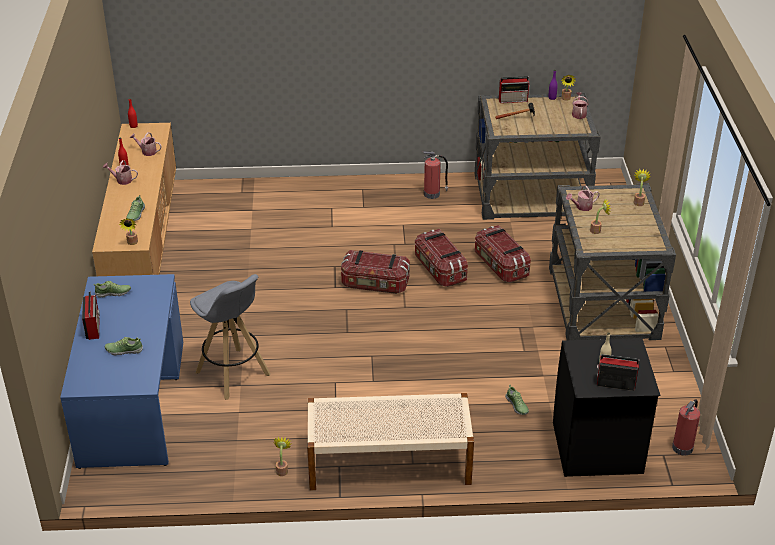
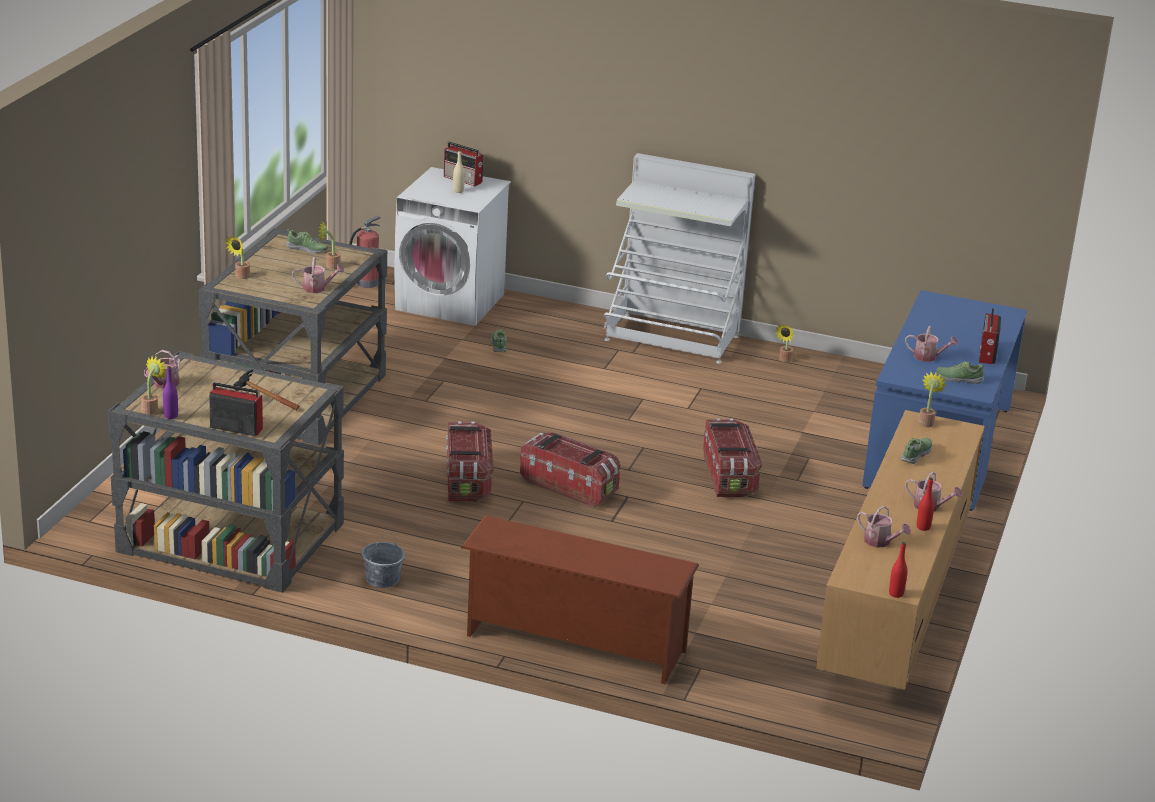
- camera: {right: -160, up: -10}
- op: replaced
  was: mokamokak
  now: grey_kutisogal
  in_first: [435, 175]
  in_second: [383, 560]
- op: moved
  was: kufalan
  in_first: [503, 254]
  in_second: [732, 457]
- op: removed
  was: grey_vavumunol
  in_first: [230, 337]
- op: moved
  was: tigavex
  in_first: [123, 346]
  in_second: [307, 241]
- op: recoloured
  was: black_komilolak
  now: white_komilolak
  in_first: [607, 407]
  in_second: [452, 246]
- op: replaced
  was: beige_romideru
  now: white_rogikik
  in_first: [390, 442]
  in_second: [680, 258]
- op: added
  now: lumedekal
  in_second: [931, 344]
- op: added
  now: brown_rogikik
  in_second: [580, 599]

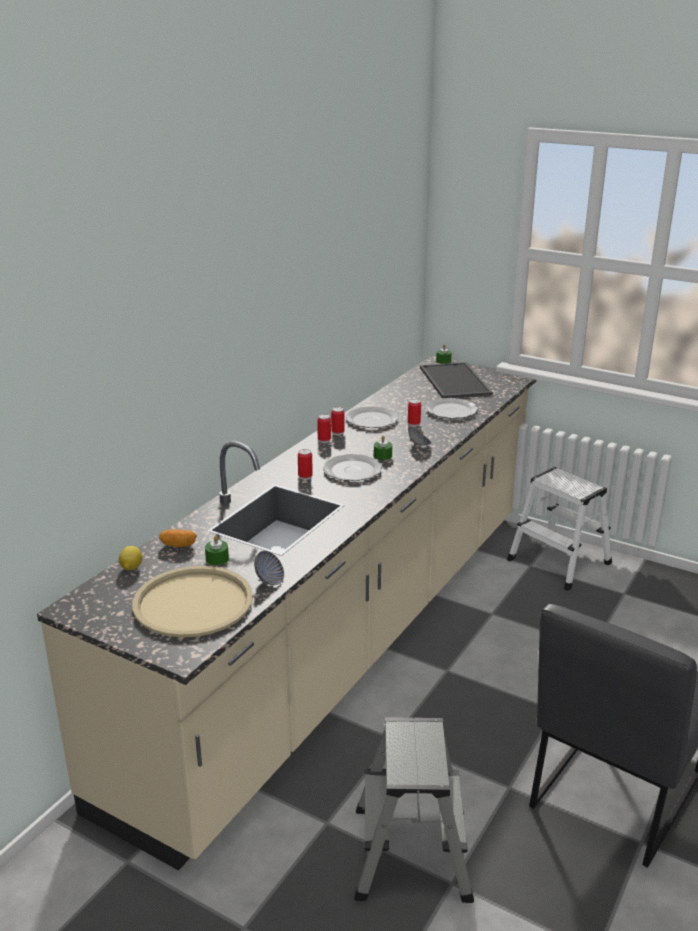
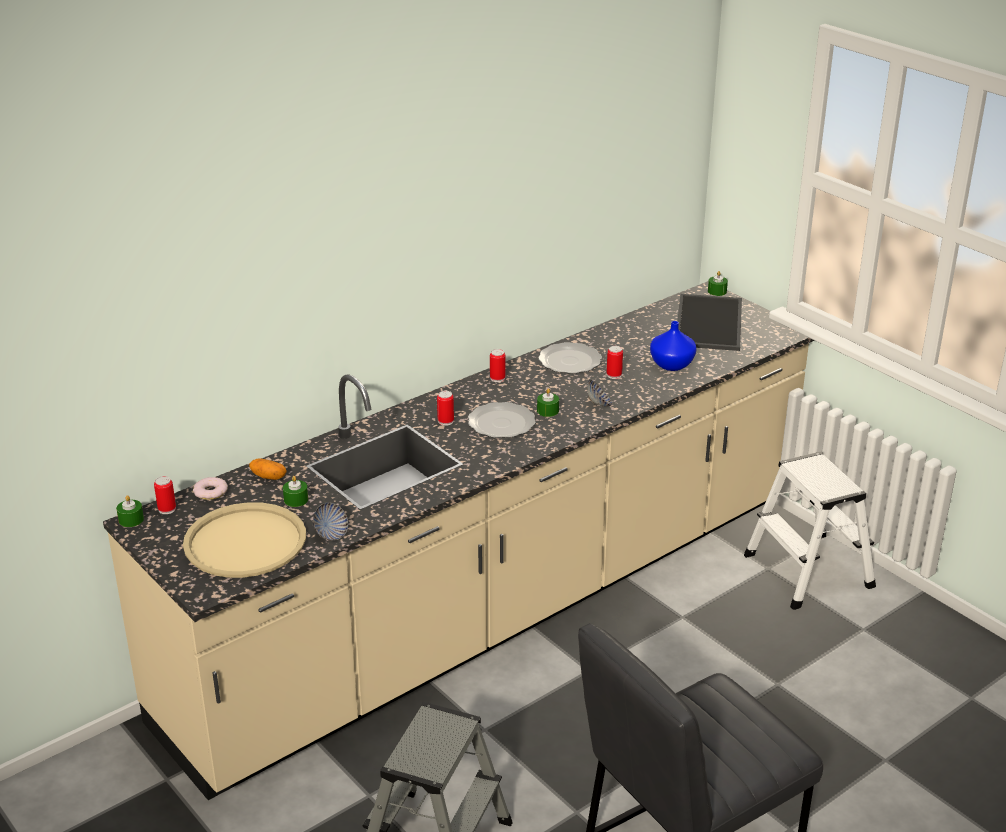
- camera: {right: 20, up: 5}
- op: replaced
  was: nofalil
  now: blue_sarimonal
  in_first: [452, 408]
  in_second: [673, 346]
- op: moved
  was: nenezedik
  in_first: [338, 421]
  in_second: [165, 495]
- op: replaced
  was: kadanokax
  now: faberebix
  in_first: [130, 558]
  in_second: [210, 488]
- op: added
  now: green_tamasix
  in_second: [130, 511]

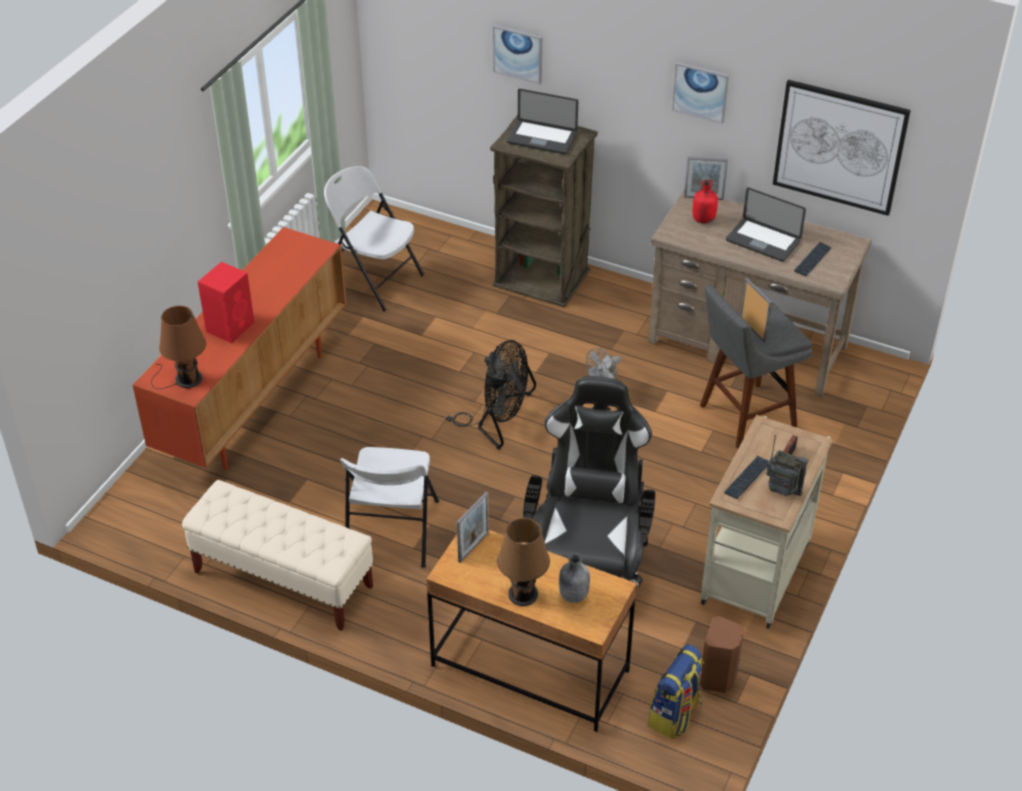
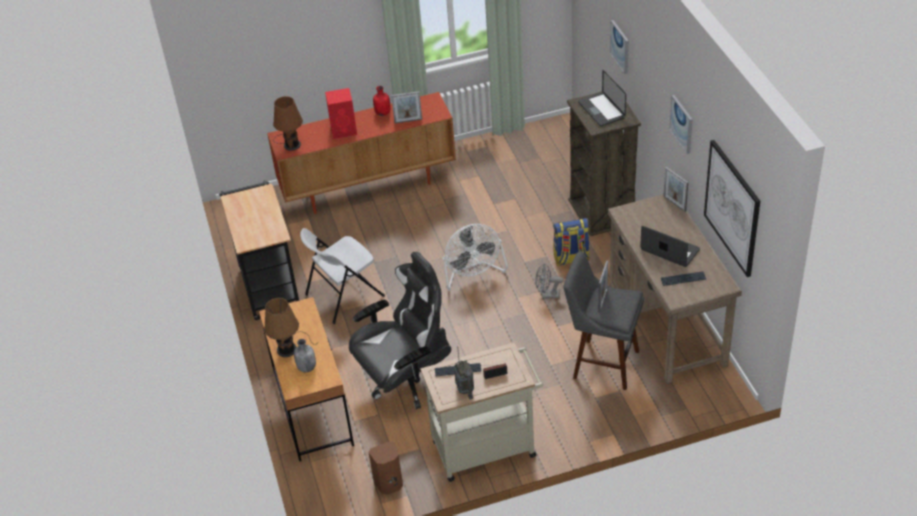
- camera: {right: 50, up: 0}
- op: removed
  was: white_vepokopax
  in_first: [374, 238]
- op: moved
  was: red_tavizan
  in_first: [705, 202]
  in_second: [382, 101]
- op: turned
  was: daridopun
  in_first: [766, 224]
  in_second: [670, 246]
  clockwise: 135
- op: recoloured
  was: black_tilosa
  now: white_tilosa
  in_first: [491, 395]
  in_second: [475, 257]
- op: replaced
  was: beige_romideru
  now: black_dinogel
  in_first: [278, 555]
  in_second: [259, 250]
- op: moved
  was: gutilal
  in_first: [473, 527]
  in_second: [406, 107]
- op: moved
  was: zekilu
  in_first: [676, 691]
  in_second: [571, 242]

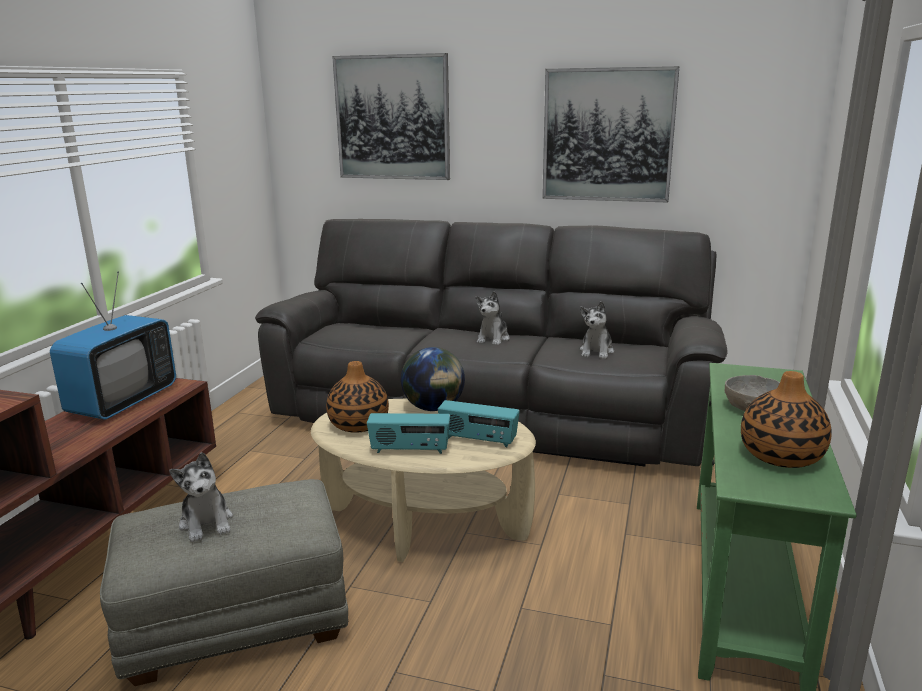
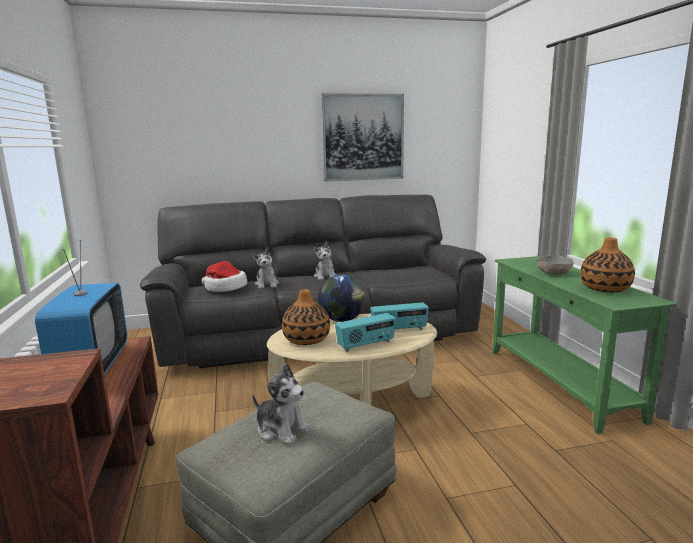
- camera: {right: -30, up: -5}
- op: removed
  was: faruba
  in_first: [391, 116]
- op: moved
  was: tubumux
  in_first: [596, 330]
  in_second: [265, 268]
- op: added
  now: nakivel
  in_second: [224, 276]

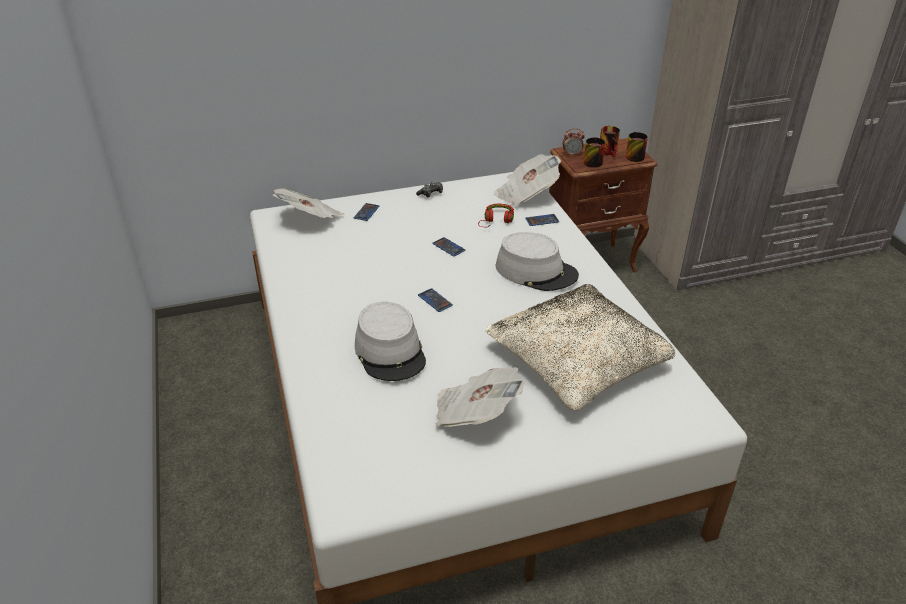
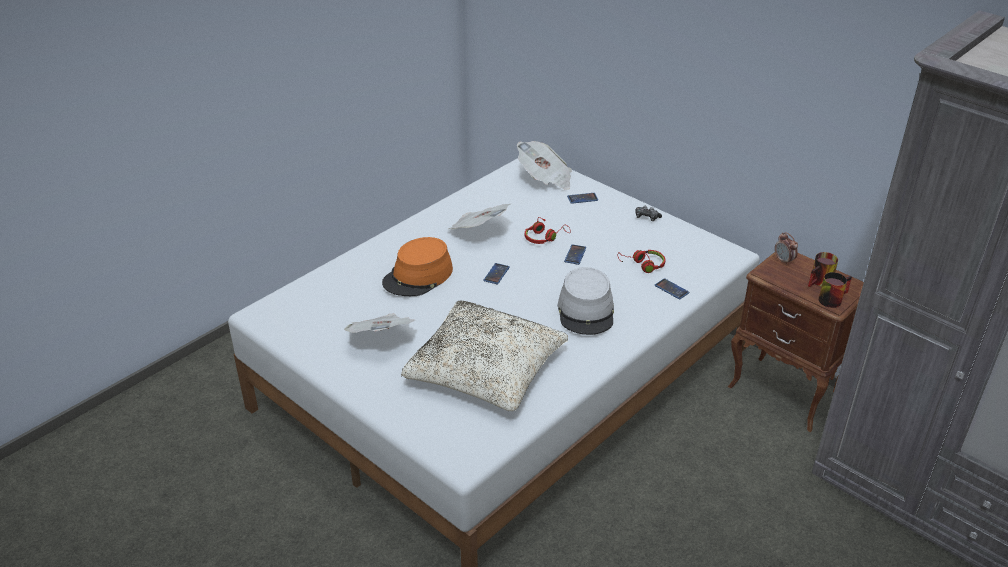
- camera: {right: 60, up: 0}
- op: removed
  was: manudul
  in_first: [594, 152]
- op: moved
  was: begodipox
  in_first: [527, 179]
  in_second: [479, 217]
- op: recoloured
  was: grey_nakivel
  now: orange_nakivel
  in_first: [390, 341]
  in_second: [417, 266]
- op: added
  now: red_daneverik
  in_second: [548, 230]

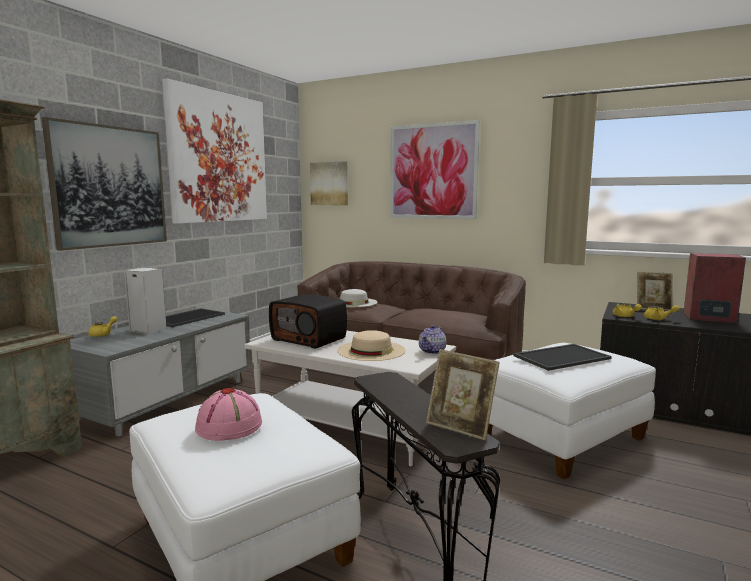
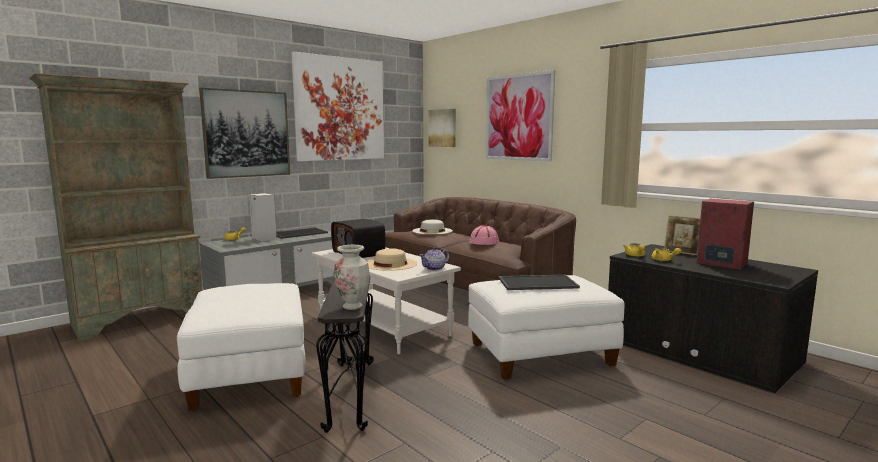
- camera: {right: 20, up: 0}
- op: replaced
  was: gutilal
  now: sarimonal
  in_first: [463, 394]
  in_second: [351, 277]
- op: moved
  was: pink_nakivel
  in_first: [228, 414]
  in_second: [484, 235]

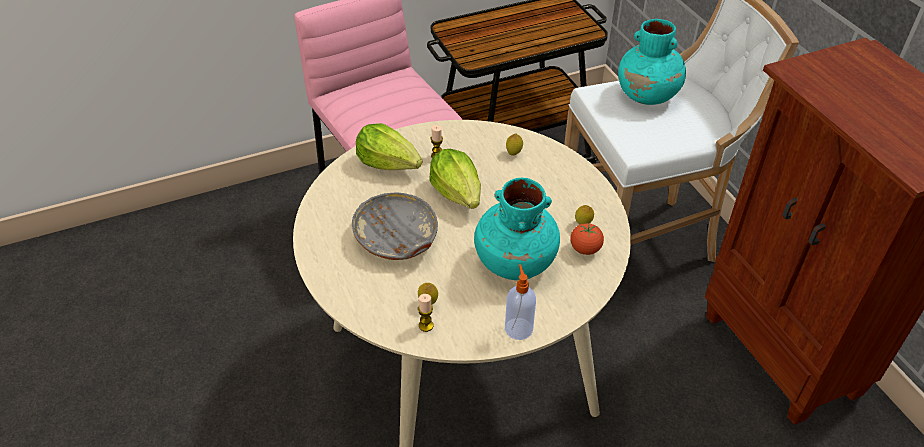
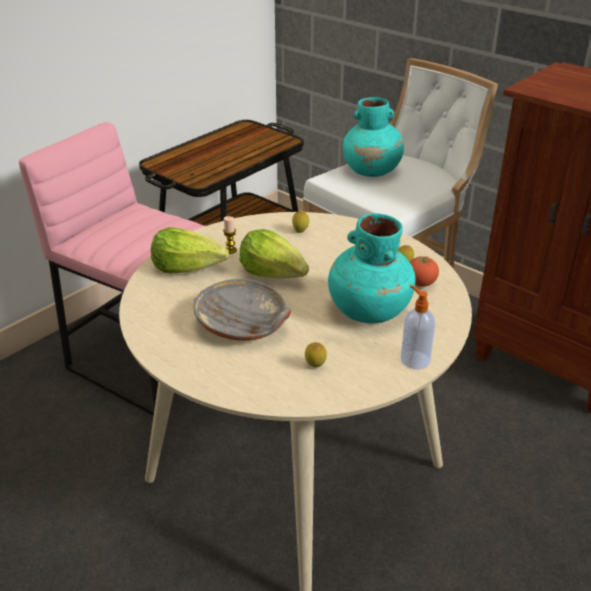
- camera: {right: -25, up: -10}
- op: removed
  was: tamasix
  in_first: [425, 313]

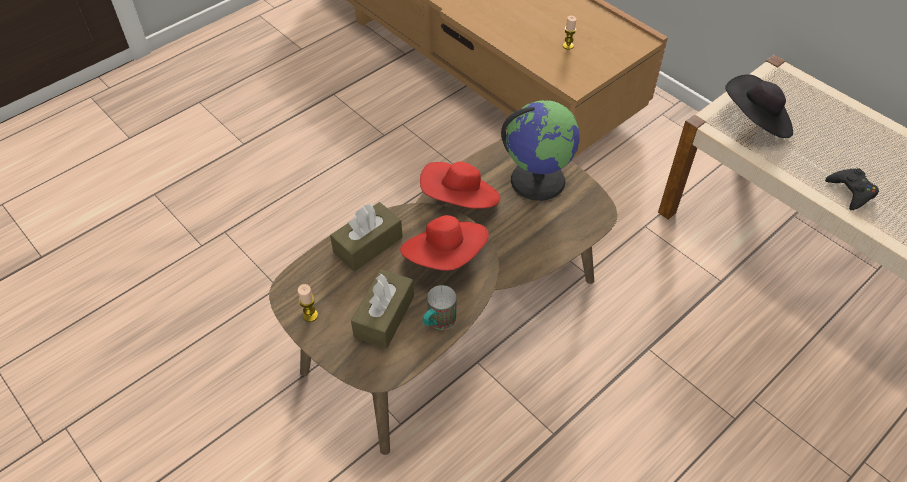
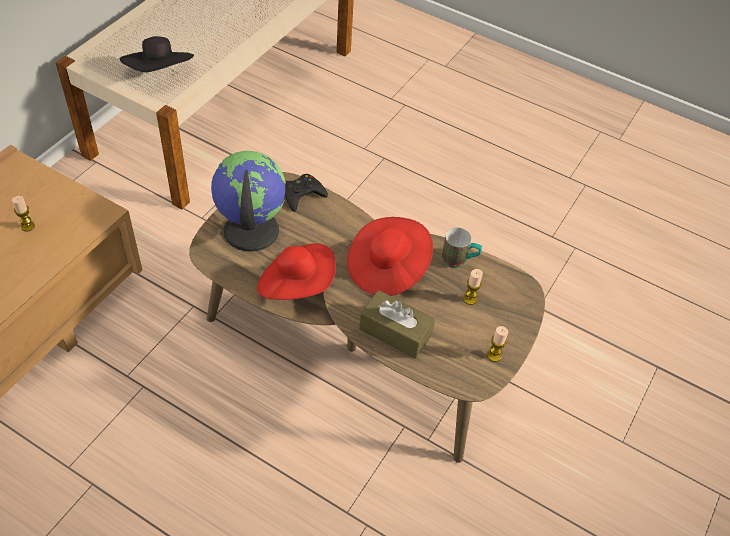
- camera: {right: -110, up: 0}
- op: moved
  was: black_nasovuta
  in_first: [852, 189]
  in_second: [306, 193]
- op: replaced
  was: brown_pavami
  now: tamasix
  in_first: [382, 309]
  in_second: [473, 287]

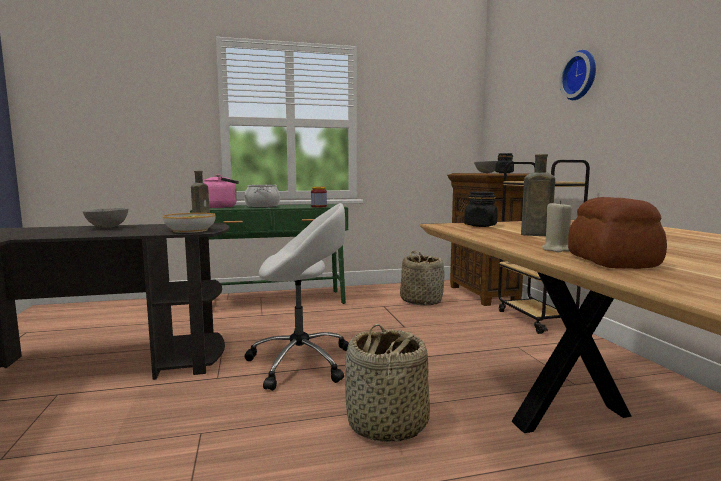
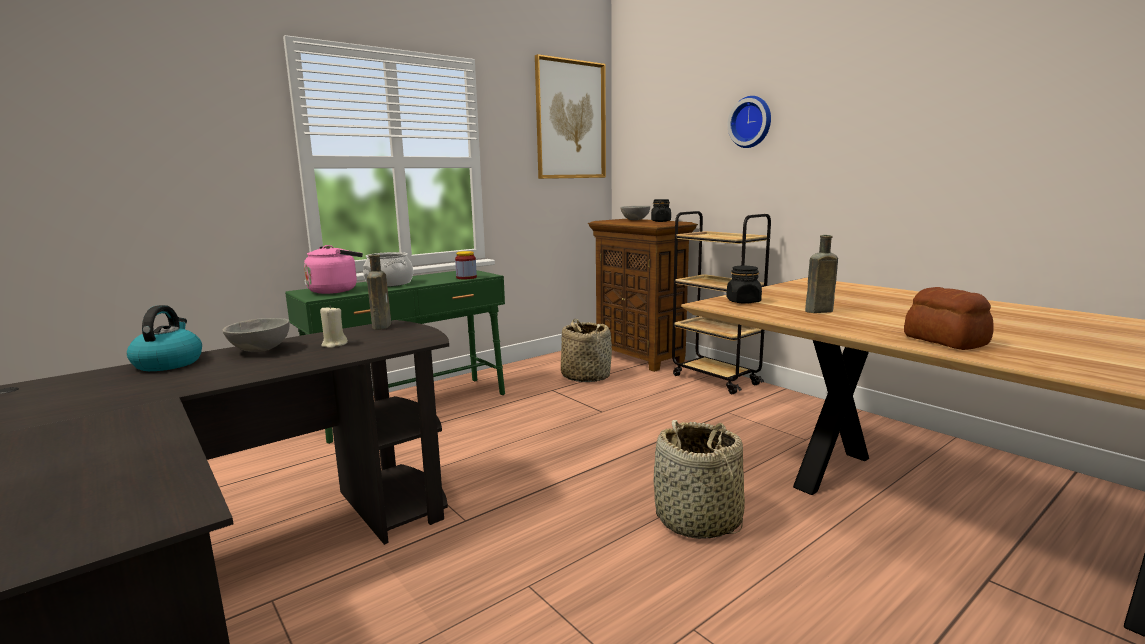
- camera: {right: -25, up: 5}
- op: moved
  was: beige_tamasix
  in_first: [557, 226]
  in_second: [334, 326]
- op: removed
  was: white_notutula
  in_first: [296, 297]
- op: removed
  was: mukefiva
  in_first: [189, 223]
- op: added
  now: faruba
  in_second: [570, 116]
- op: added
  now: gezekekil
  in_second: [164, 338]

